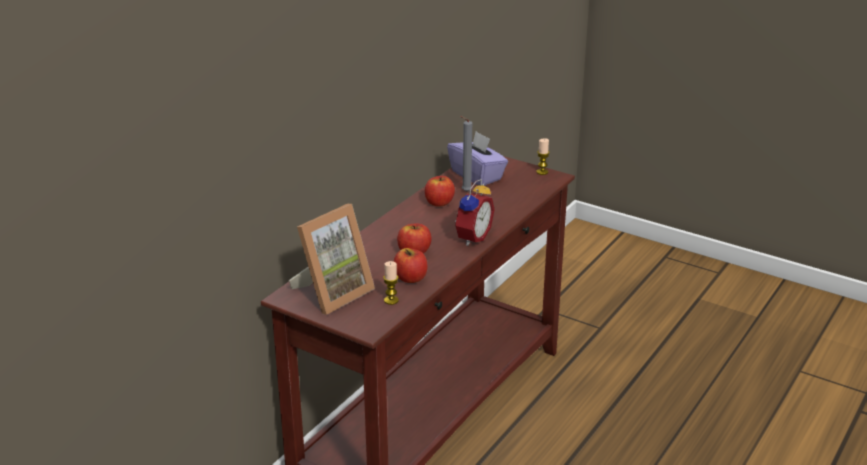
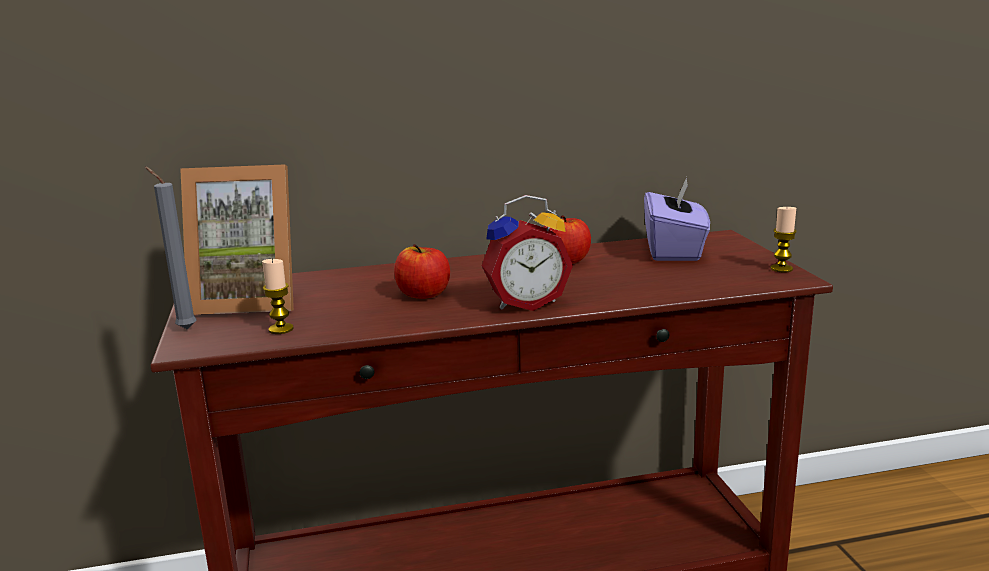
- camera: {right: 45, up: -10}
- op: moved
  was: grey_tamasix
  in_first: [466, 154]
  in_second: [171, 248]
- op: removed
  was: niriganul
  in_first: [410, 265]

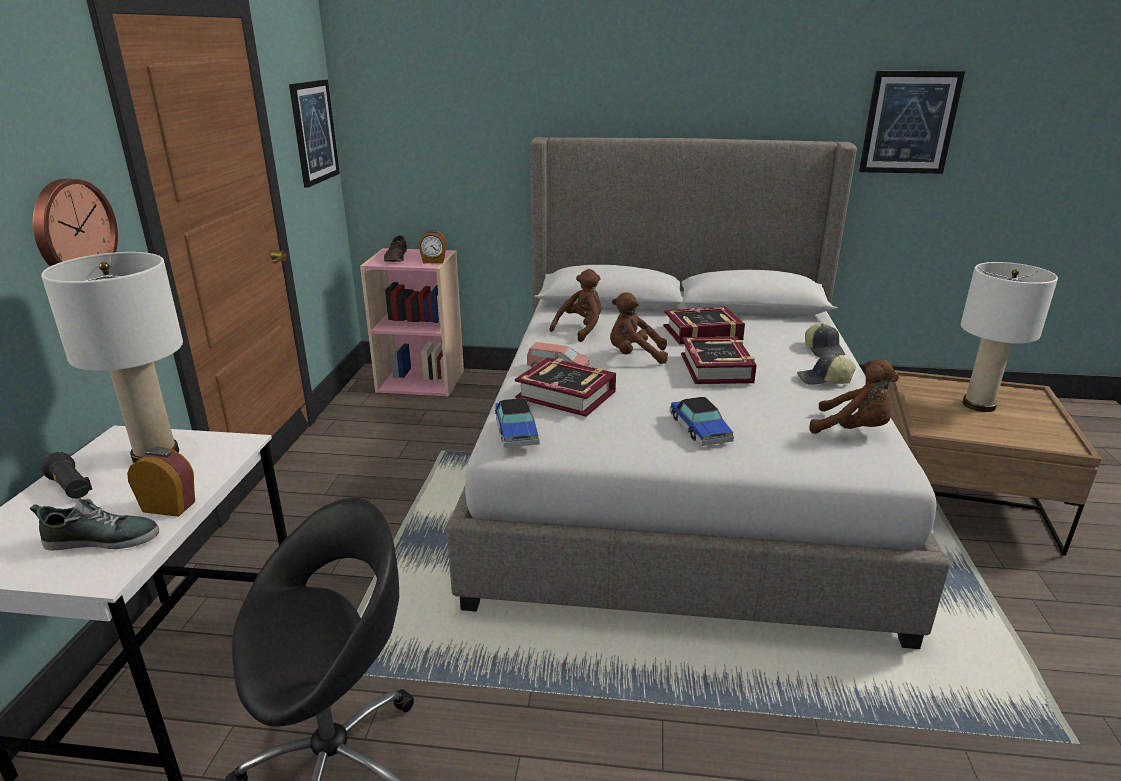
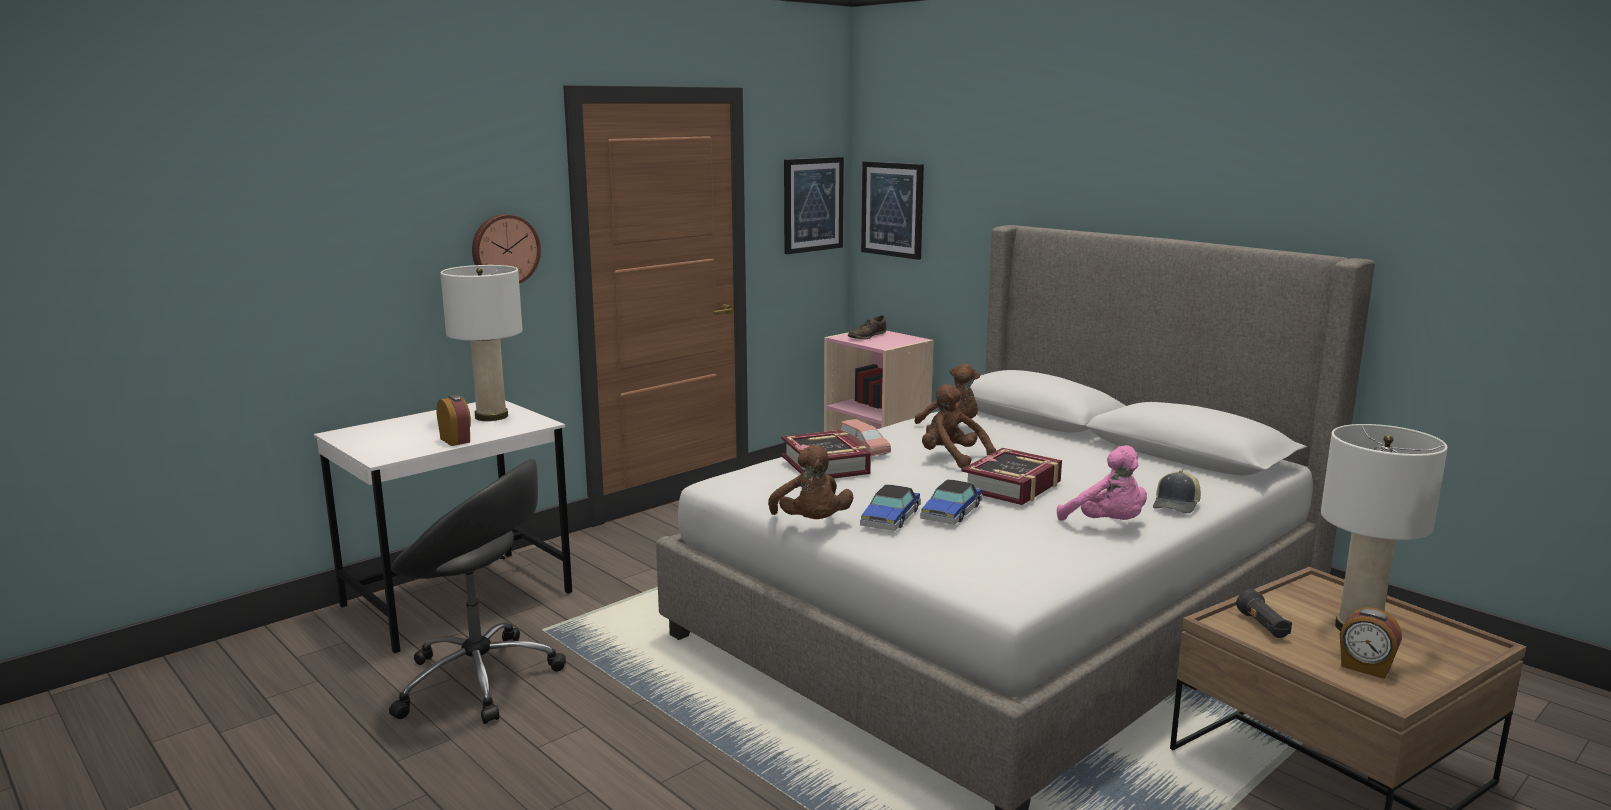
- camera: {right: 40, up: -10}
- op: moved
  was: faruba
  in_first: [912, 122]
  in_second: [892, 210]
- op: moved
  was: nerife
  in_first: [432, 246]
  in_second: [1371, 643]
- op: removed
  was: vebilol
  in_first: [704, 326]
- op: replaced
  was: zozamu
  now: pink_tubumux
  in_first: [826, 369]
  in_second: [1102, 483]
- op: moved
  was: brown_tubumux
  in_first: [854, 396]
  in_second: [810, 482]
- op: moved
  was: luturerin
  in_first: [517, 423]
  in_second: [951, 502]
- op: moved
  was: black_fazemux
  in_first: [66, 475]
  in_second: [1264, 613]
- op: removed
  was: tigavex
  in_first: [94, 524]

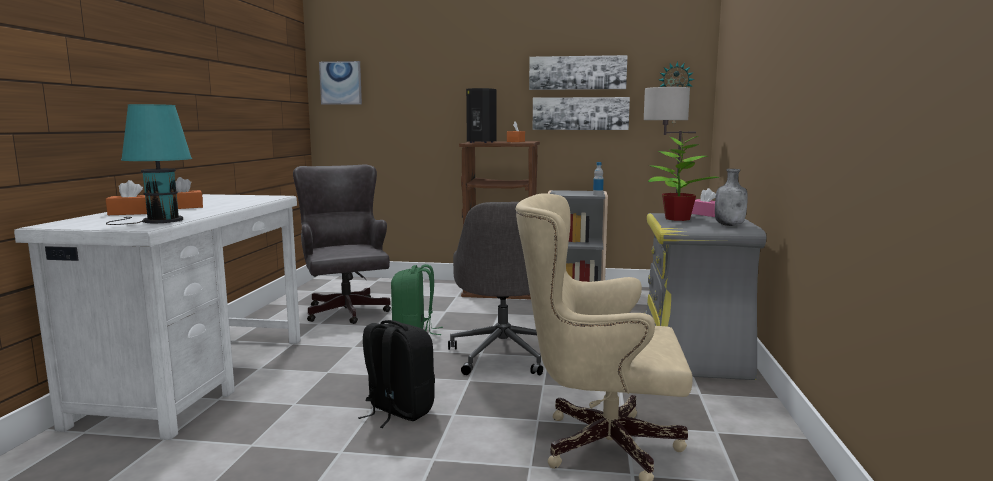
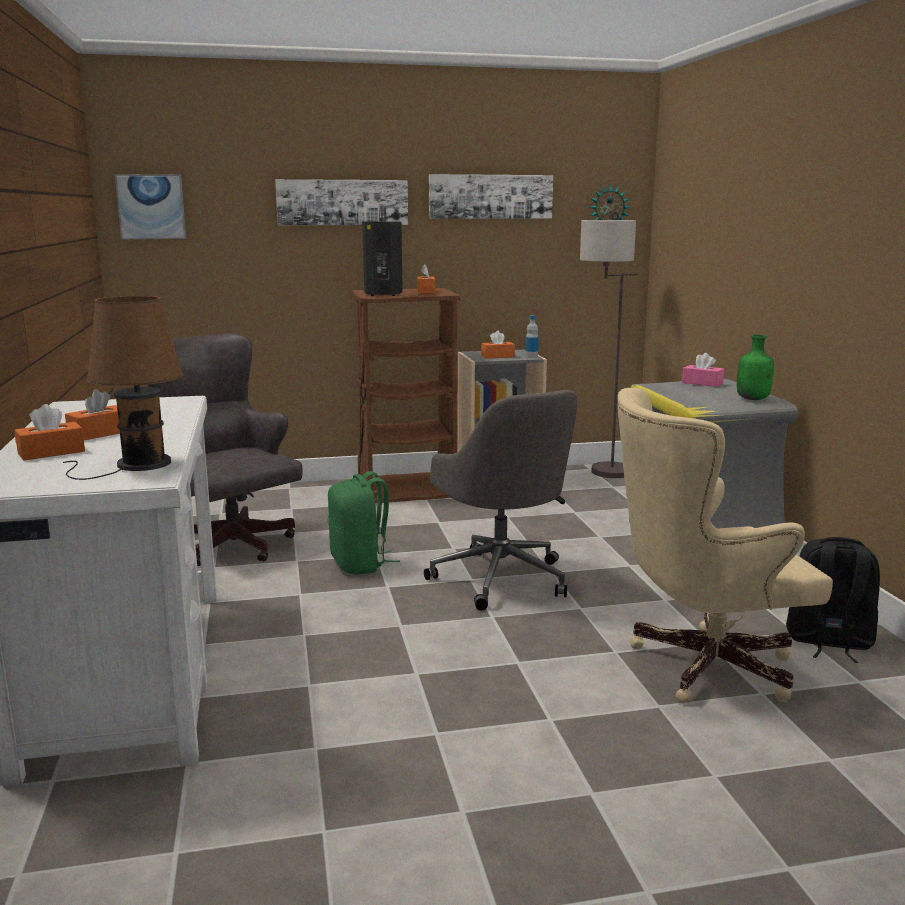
- camera: {right: -20, up: 5}
- op: moved
  was: faruba
  in_first: [581, 113]
  in_second: [341, 202]
- op: recoloured
  was: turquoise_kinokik
  now: brown_kinokik
  in_first: [149, 164]
  in_second: [123, 388]
- op: removed
  was: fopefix
  in_first: [684, 176]
- op: recoloured
  was: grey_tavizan
  now: green_tavizan
  in_first: [731, 197]
  in_second: [755, 367]
- op: moved
  was: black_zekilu
  in_first: [396, 374]
  in_second: [833, 600]
- op: added
  now: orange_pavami
  in_second: [498, 345]

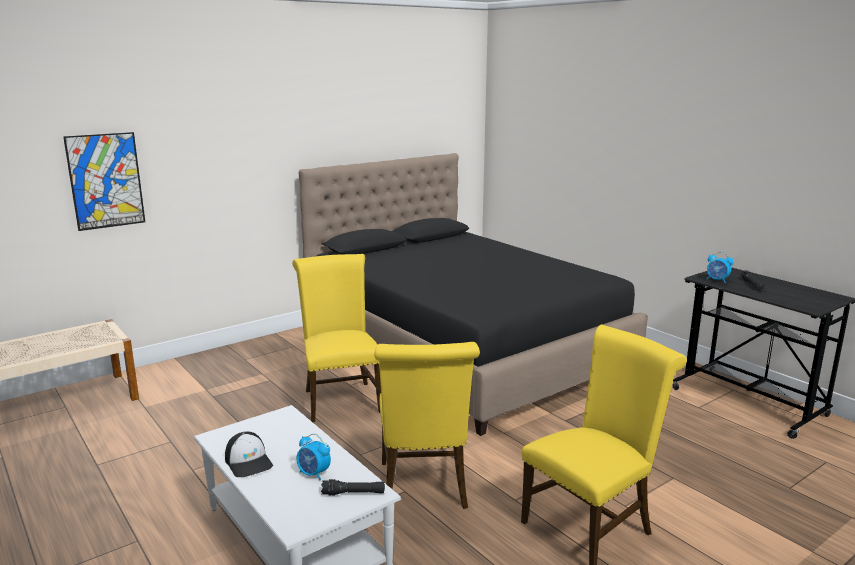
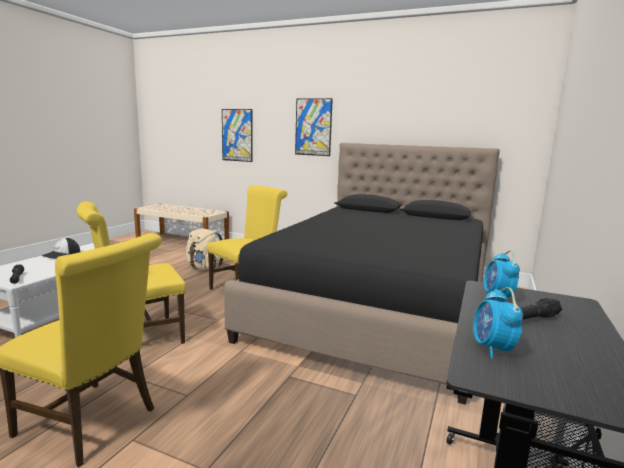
- camera: {right: 60, up: -5}
- op: moved
  was: nerife
  in_first: [314, 457]
  in_second: [498, 322]
- op: added
  now: faruba
  in_second: [314, 127]
- op: added
  now: beige_zekilu
  in_second: [204, 249]

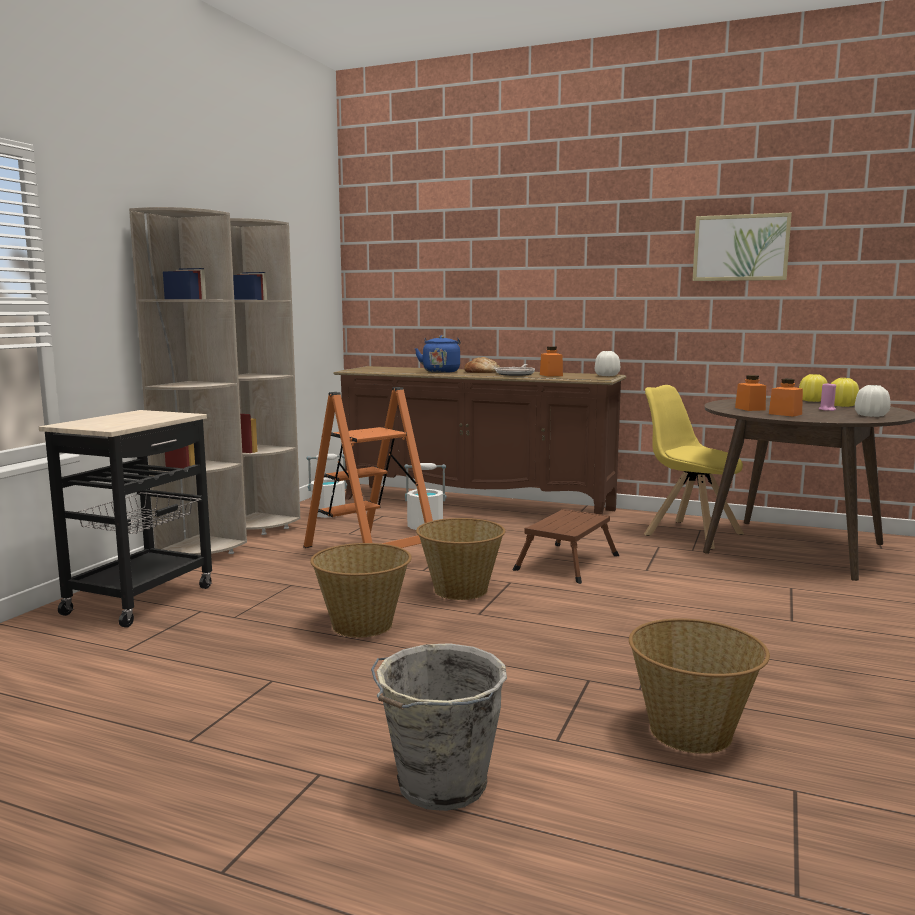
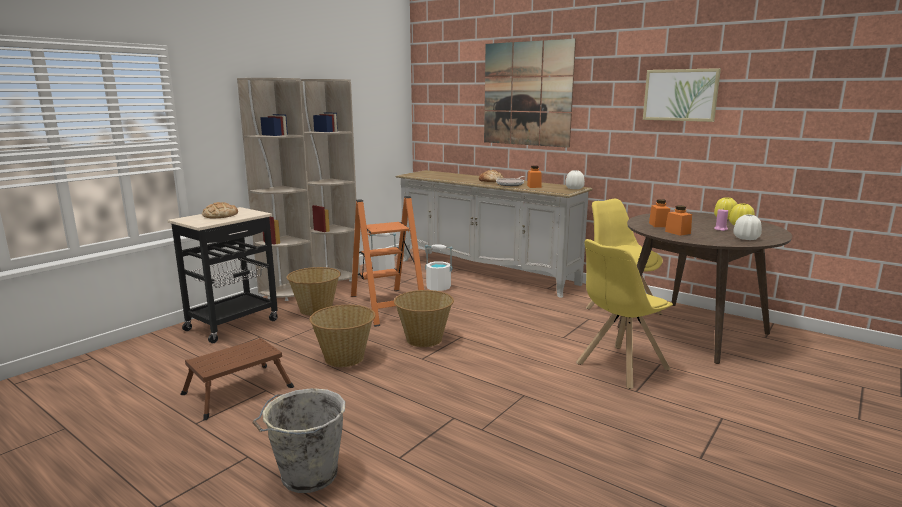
- camera: {right: 15, up: 5}
- op: removed
  was: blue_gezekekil
  in_first: [438, 354]
- op: recoloured
  was: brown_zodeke
  now: grey_zodeke
  in_first: [480, 440]
  in_second: [494, 234]
- op: moved
  was: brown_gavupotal
  in_first: [565, 546]
  in_second: [237, 379]
- op: moved
  was: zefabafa
  in_first: [699, 686]
  in_second: [314, 291]
- op: added
  now: faruba
  in_second: [530, 93]
- op: added
  now: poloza
  in_second: [220, 210]
- op: added
  now: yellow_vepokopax
  in_second: [624, 314]

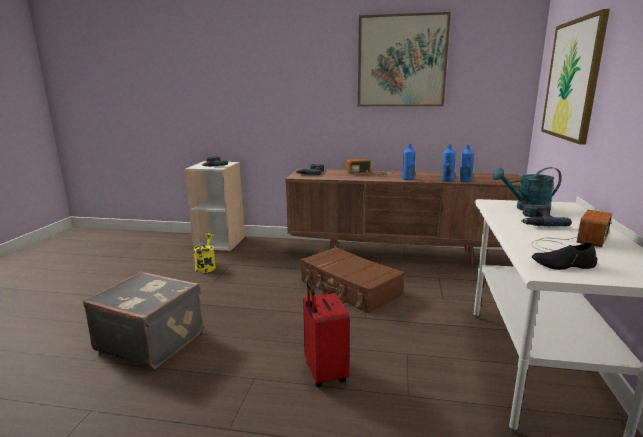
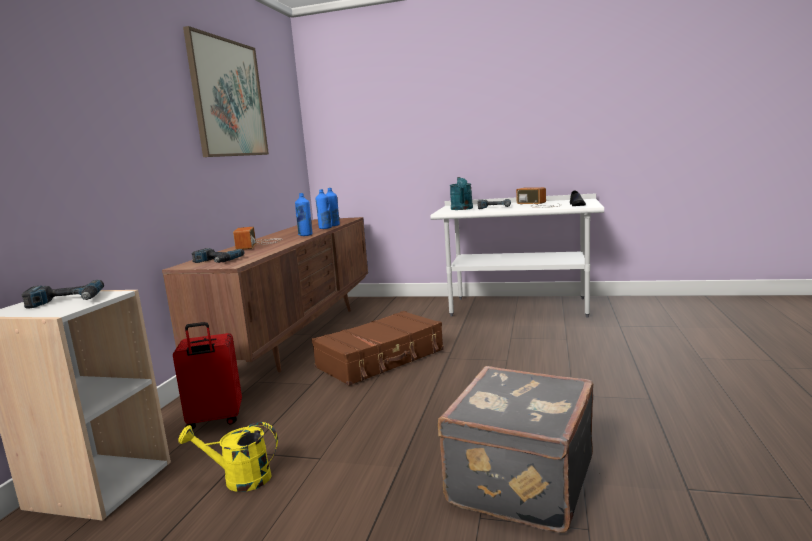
- camera: {right: -85, up: -5}
- op: removed
  was: faruba
  in_first: [575, 77]
- op: moved
  was: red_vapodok
  in_first: [326, 335]
  in_second: [207, 375]

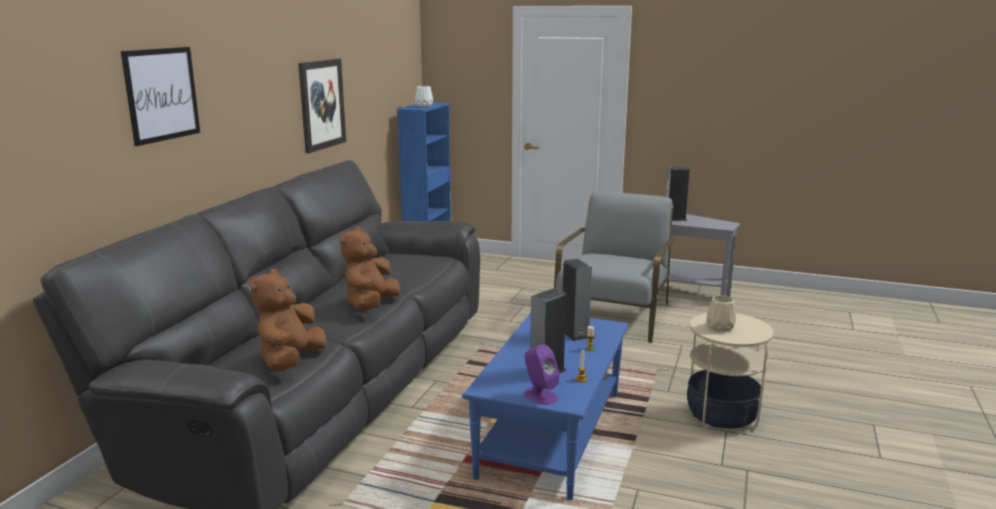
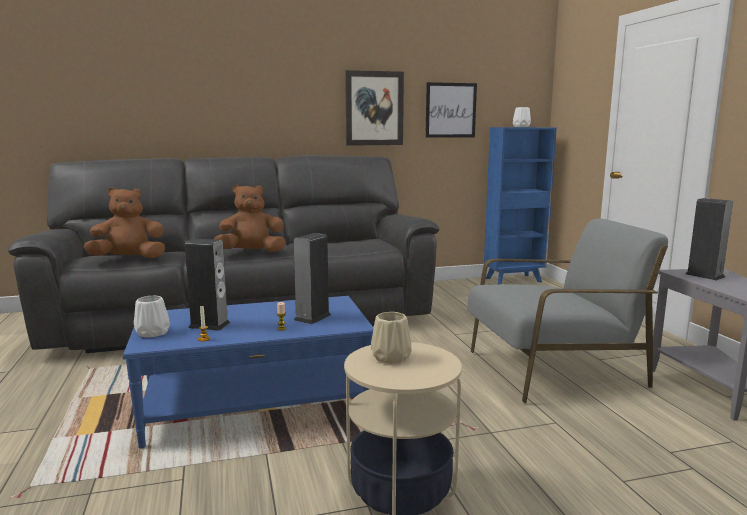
- camera: {right: 55, up: -5}
- op: moved
  was: faruba
  in_first: [160, 96]
  in_second: [451, 110]
- op: replaced
  was: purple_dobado
  now: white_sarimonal
  in_first: [541, 374]
  in_second: [152, 317]

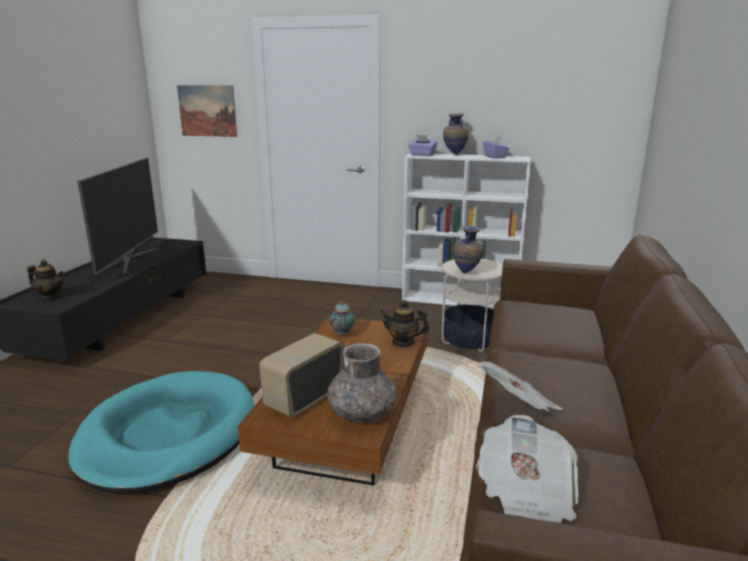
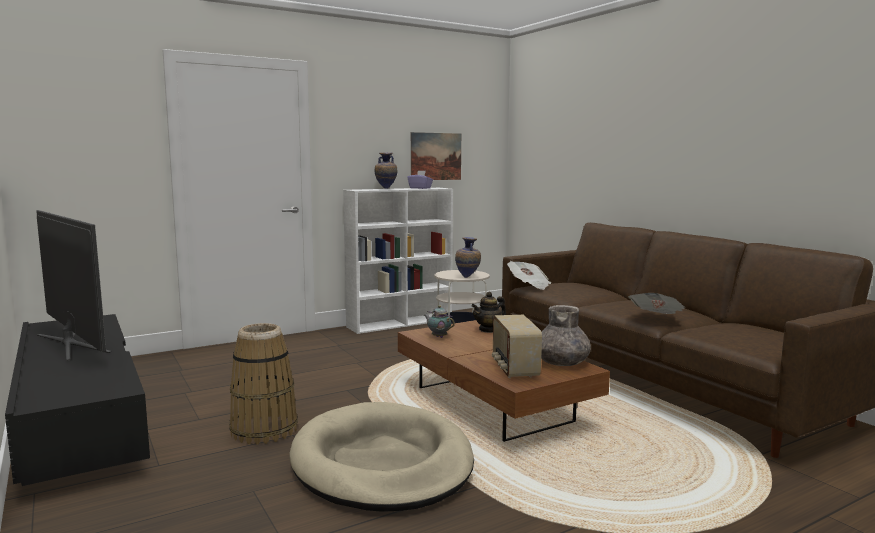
- camera: {right: -45, up: -10}
- op: moved
  was: faruba
  in_first: [207, 111]
  in_second: [436, 156]
- op: removed
  was: purple_pavami
  in_first: [423, 145]
- op: removed
  was: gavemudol
  in_first: [45, 280]
- op: recoloured
  was: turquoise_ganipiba
  now: beige_ganipiba
  in_first: [161, 432]
  in_second: [382, 457]
- op: moved
  was: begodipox
  in_first: [527, 469]
  in_second: [529, 275]
- op: added
  now: zefabafa
  in_second: [263, 383]

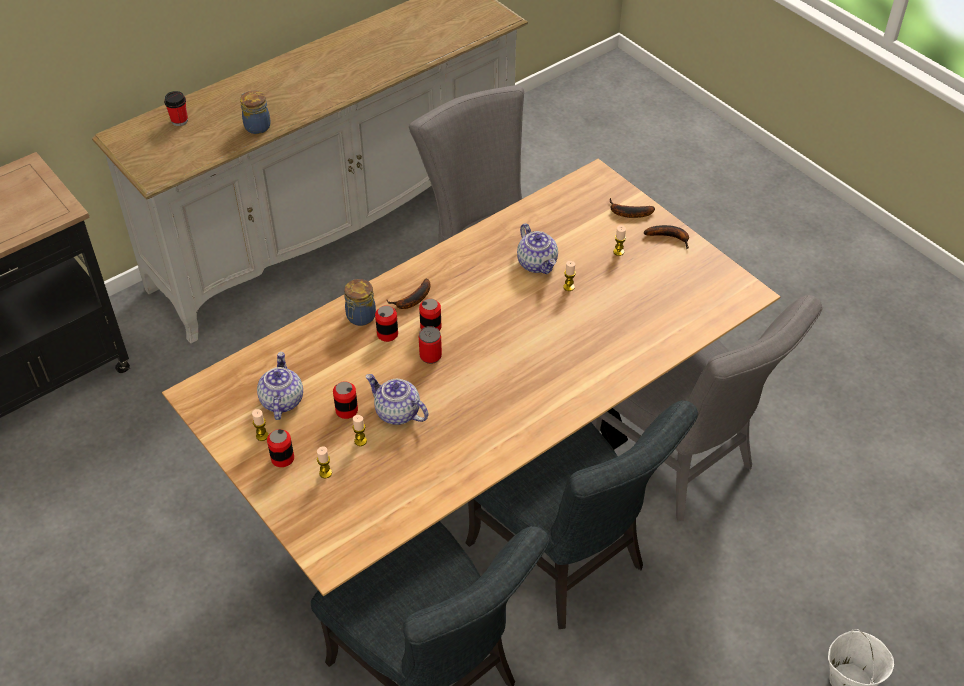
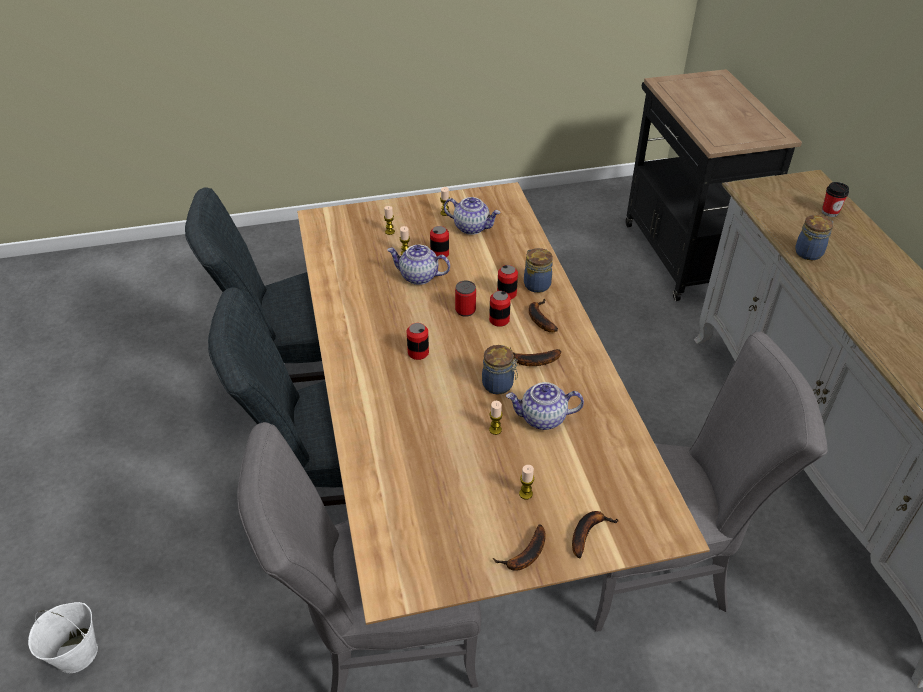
- camera: {right: 115, up: -5}
- op: turned
  was: gavemudol
  in_first: [397, 399]
  in_second: [418, 265]
  clockwise: -135
- op: moved
  was: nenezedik
  in_first: [280, 448]
  in_second: [418, 341]
- op: added
  now: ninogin
  in_second: [500, 370]
- op: added
  now: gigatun
  in_second: [535, 357]

